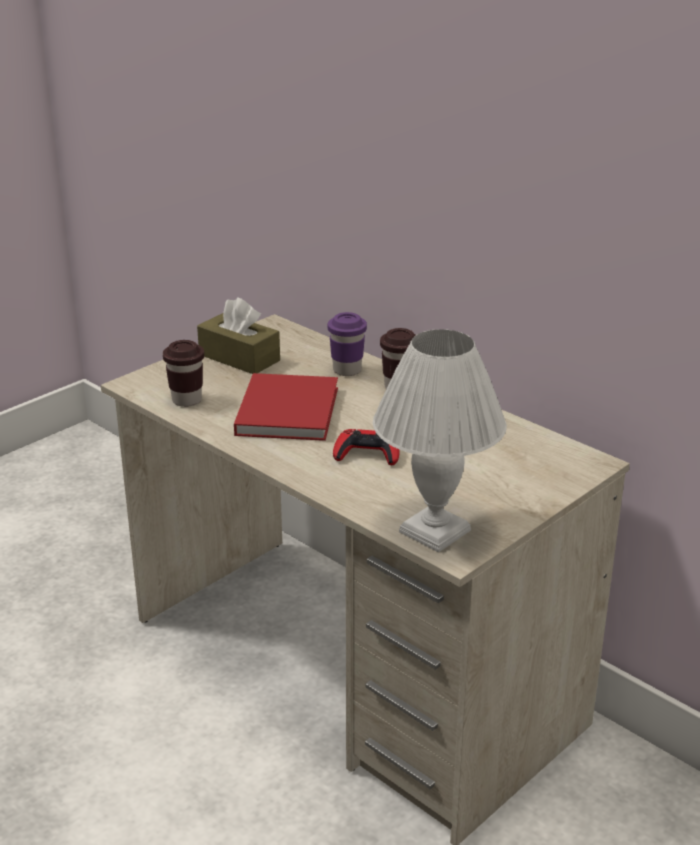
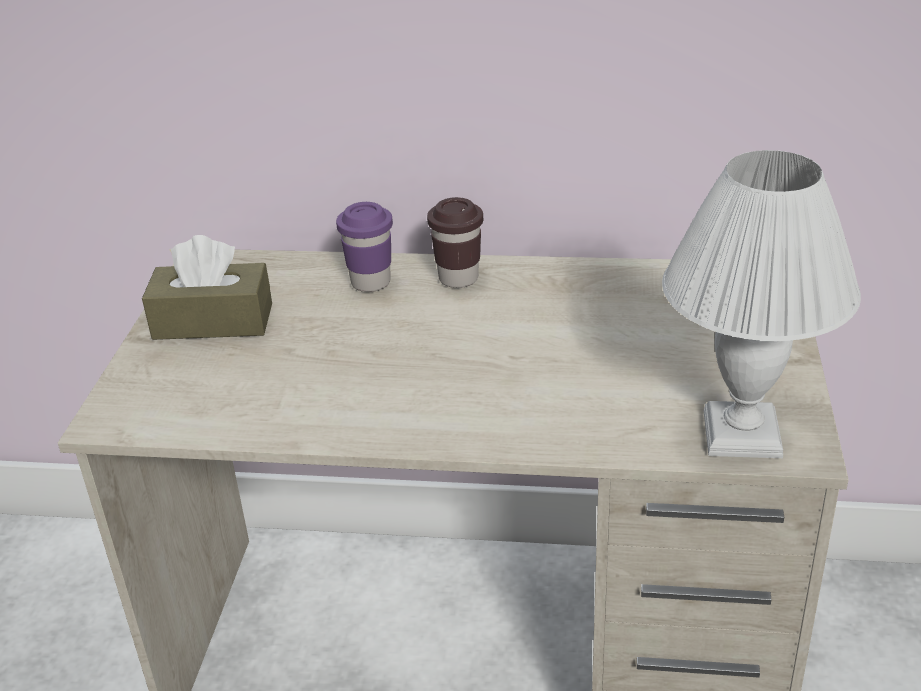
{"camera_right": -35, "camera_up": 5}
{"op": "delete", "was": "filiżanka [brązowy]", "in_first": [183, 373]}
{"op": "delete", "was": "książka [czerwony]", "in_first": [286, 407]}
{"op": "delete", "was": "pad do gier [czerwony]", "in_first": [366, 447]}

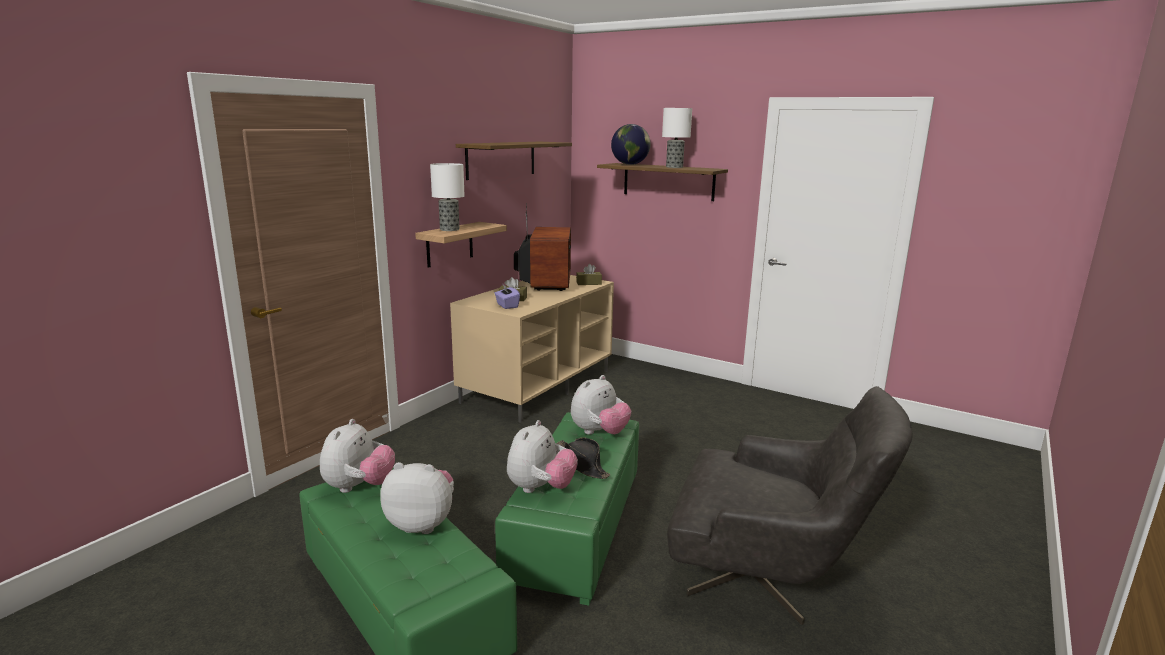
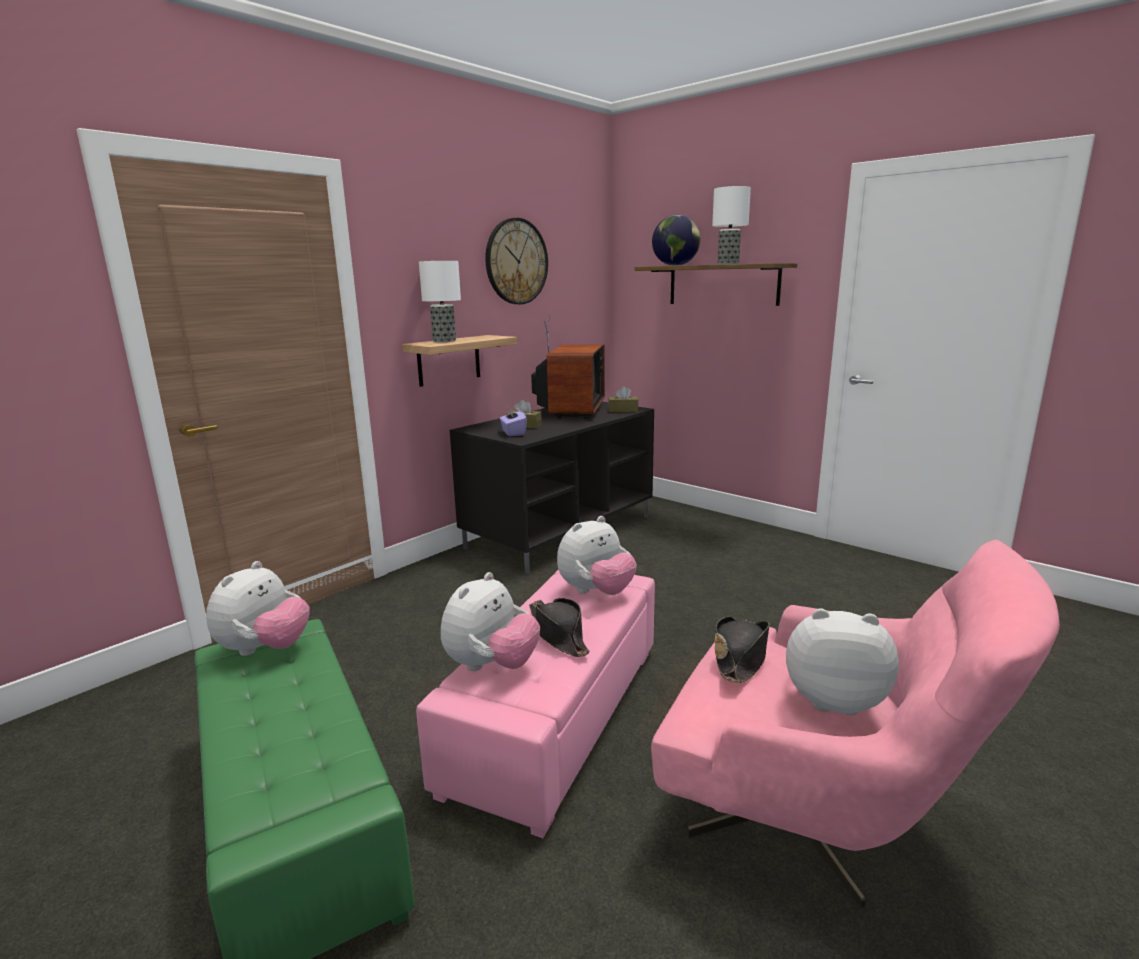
{"camera_right": 10, "camera_up": 0}
{"op": "insert", "now": "kapelusz [czarny]", "in_second": [742, 649]}
{"op": "move", "was": "pluszak", "in_first": [417, 498], "in_second": [842, 661]}
{"op": "replace", "was": "półka", "now": "zegar ścienny", "in_first": [514, 161], "in_second": [516, 261]}
{"op": "recolor", "was": "szafka pod telewizor [beżowy]", "now": "szafka pod telewizor [czarny]", "in_first": [532, 349], "in_second": [552, 488]}
{"op": "recolor", "was": "pufa [zielony]", "now": "pufa [różowy]", "in_first": [567, 509], "in_second": [535, 703]}
{"op": "recolor", "was": "fotel [szary]", "now": "fotel [różowy]", "in_first": [790, 505], "in_second": [855, 724]}

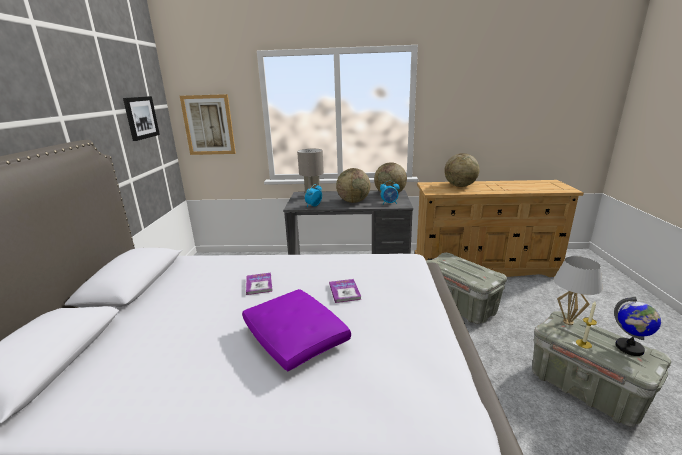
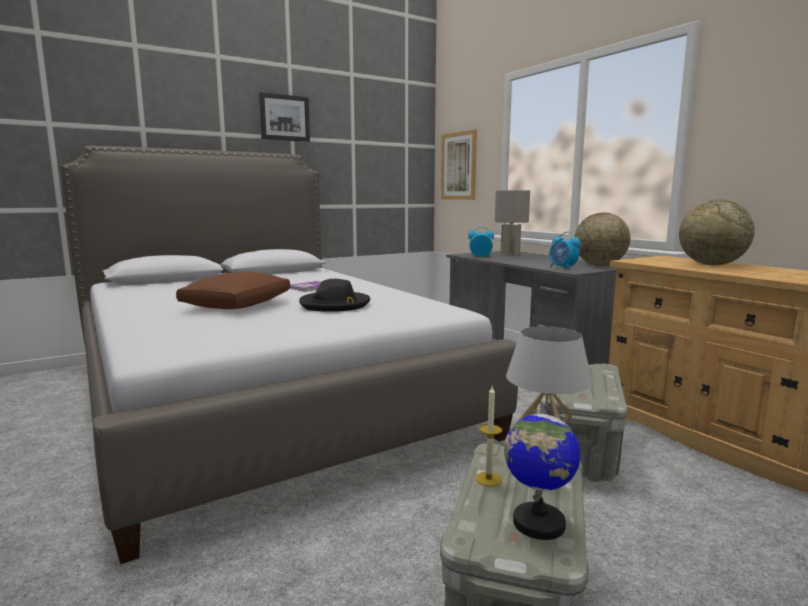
{"camera_right": 55, "camera_up": -10}
{"op": "delete", "was": "globus", "in_first": [353, 185]}
{"op": "move", "was": "obraz", "in_first": [141, 118], "in_second": [284, 117]}
{"op": "replace", "was": "książka", "now": "kapelusz [czarny]", "in_first": [345, 291], "in_second": [334, 295]}
{"op": "recolor", "was": "poduszka [fioletowy]", "now": "poduszka [brązowy]", "in_first": [296, 330], "in_second": [233, 290]}

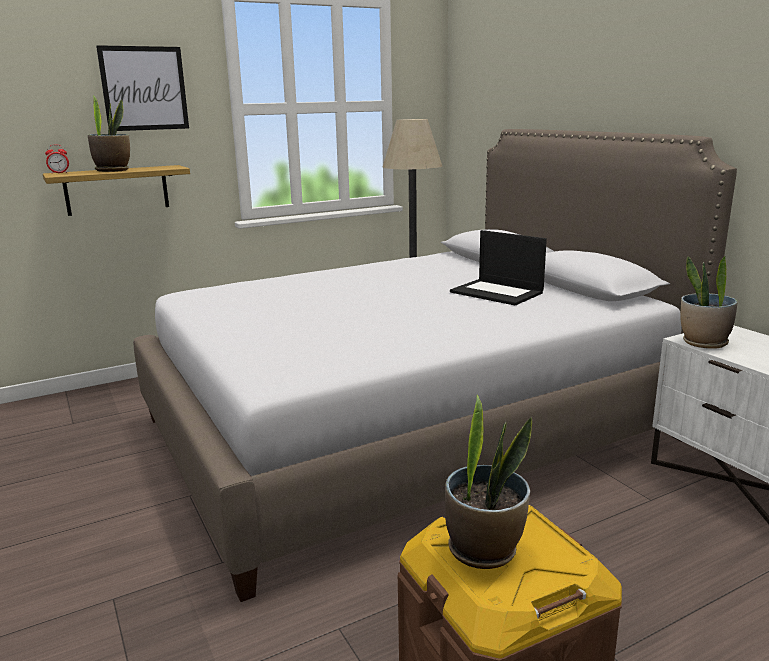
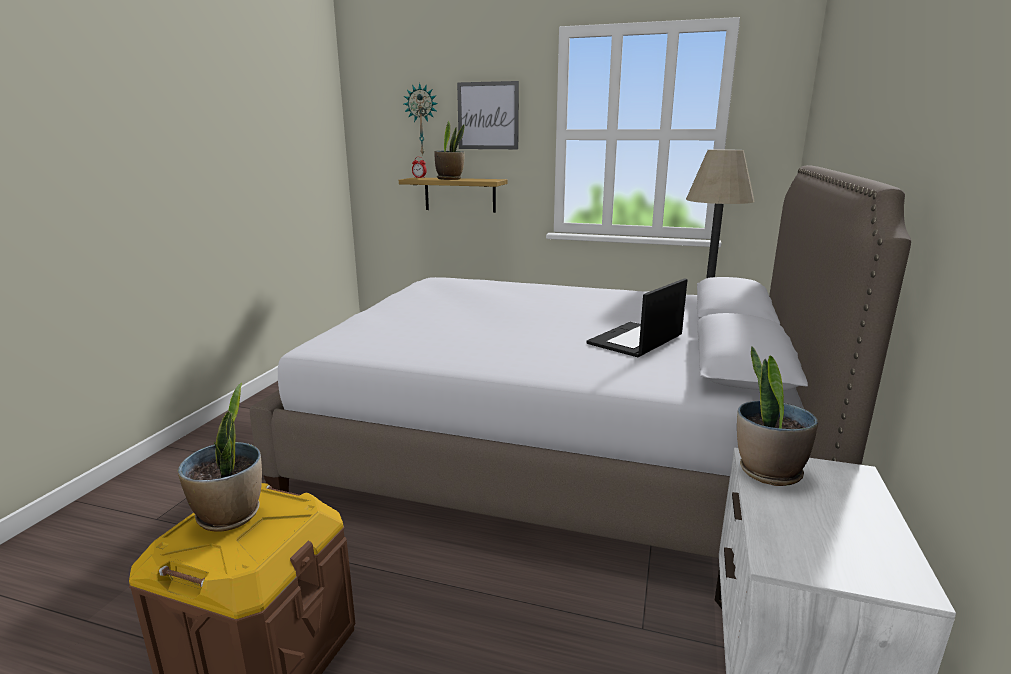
{"camera_right": 45, "camera_up": 0}
{"op": "insert", "now": "zegar ścienny", "in_second": [421, 119]}
{"op": "rotate", "was": "laptop", "in_first": [498, 268], "in_second": [637, 317], "clockwise": 45}

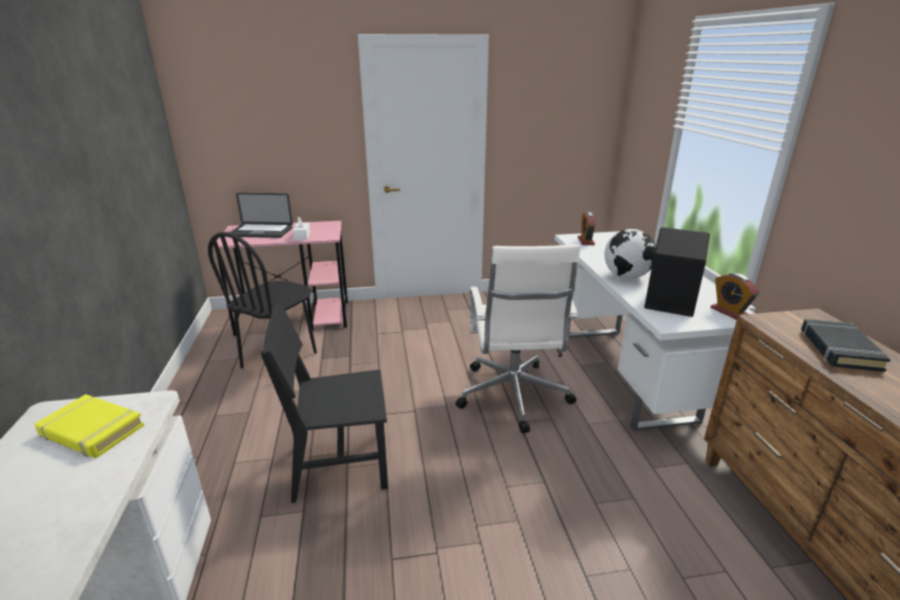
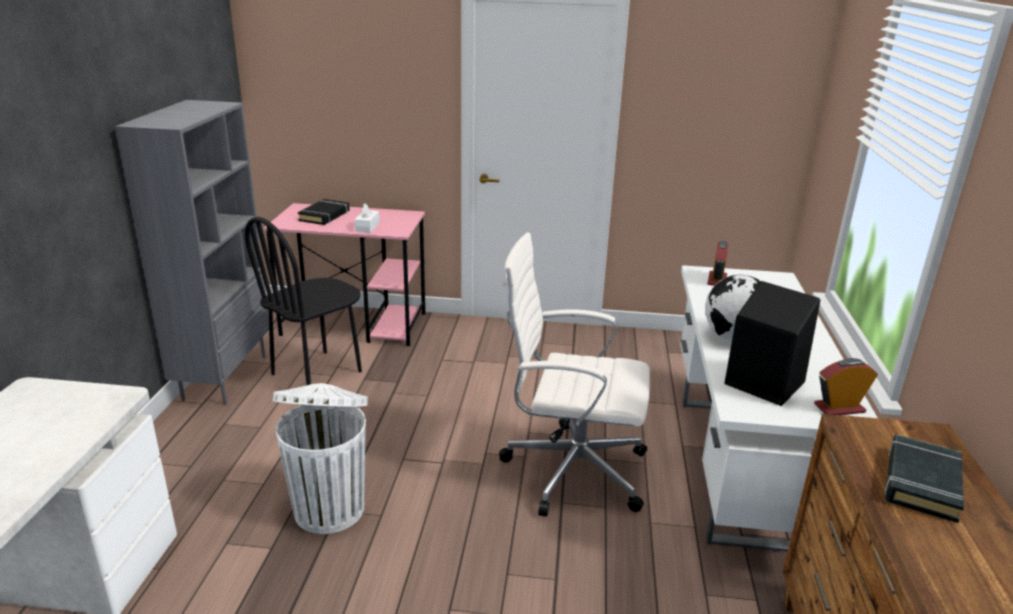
{"camera_right": 15, "camera_up": 0}
{"op": "delete", "was": "książka [żółty]", "in_first": [89, 426]}
{"op": "insert", "now": "regał [szary]", "in_second": [192, 252]}
{"op": "replace", "was": "laptop", "now": "książka [czarny]", "in_first": [261, 215], "in_second": [324, 212]}
{"op": "replace", "was": "krzesło [czarny]", "now": "kosz na śmieci [biały]", "in_first": [324, 403], "in_second": [320, 458]}
{"op": "rotate", "was": "krzesło biurowe [biały]", "in_first": [517, 338], "in_second": [574, 375], "clockwise": 90}
{"op": "rotate", "was": "budzik", "in_first": [735, 296], "in_second": [846, 386], "clockwise": 90}

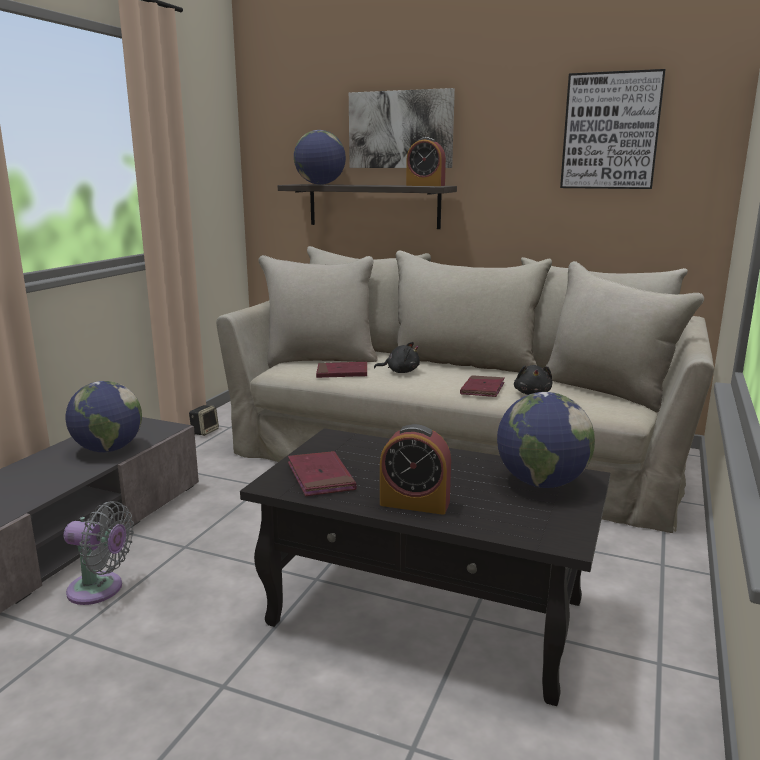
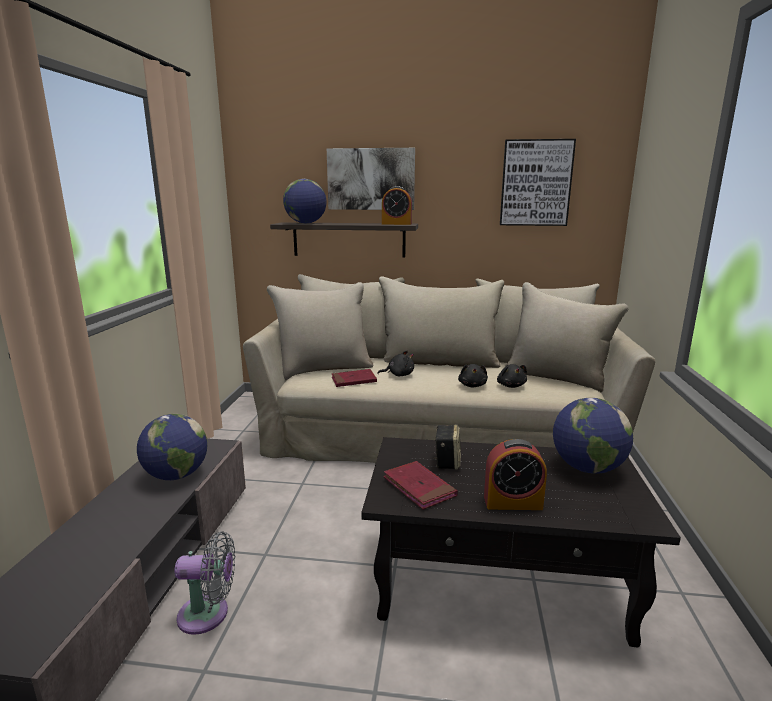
{"camera_right": -15, "camera_up": 0}
{"op": "move", "was": "głośnik", "in_first": [204, 420], "in_second": [447, 446]}
{"op": "replace", "was": "książka [czerwony]", "now": "pluszak [czarny]", "in_first": [482, 386], "in_second": [473, 375]}

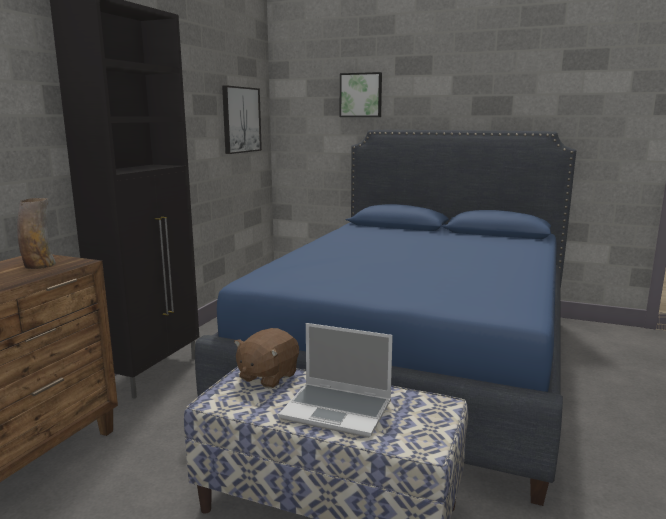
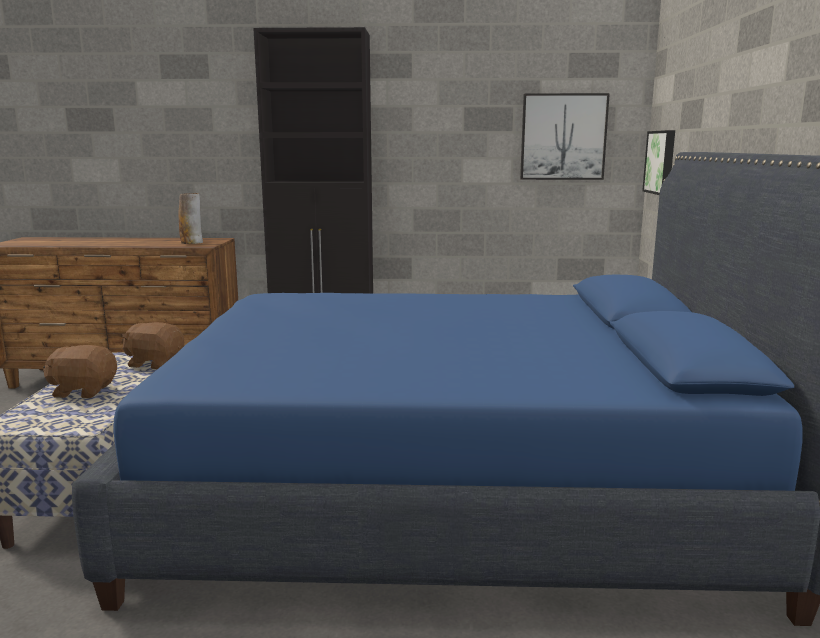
{"camera_right": 70, "camera_up": 0}
{"op": "move", "was": "obraz", "in_first": [361, 94], "in_second": [658, 162]}
{"op": "replace", "was": "laptop", "now": "pluszak [brązowy]", "in_first": [335, 380], "in_second": [80, 371]}

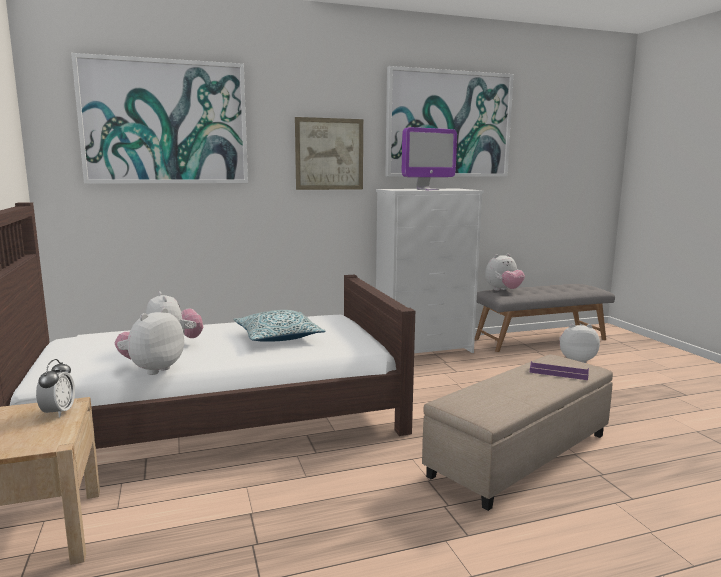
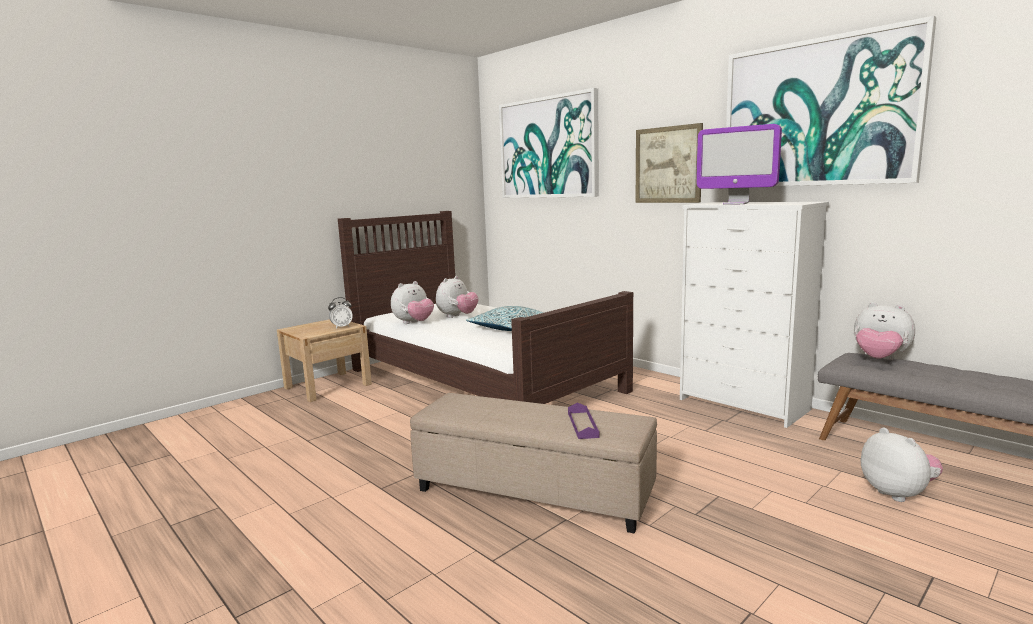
{"camera_right": 65, "camera_up": 0}
{"op": "rotate", "was": "pluszak", "in_first": [149, 341], "in_second": [412, 302], "clockwise": 135}

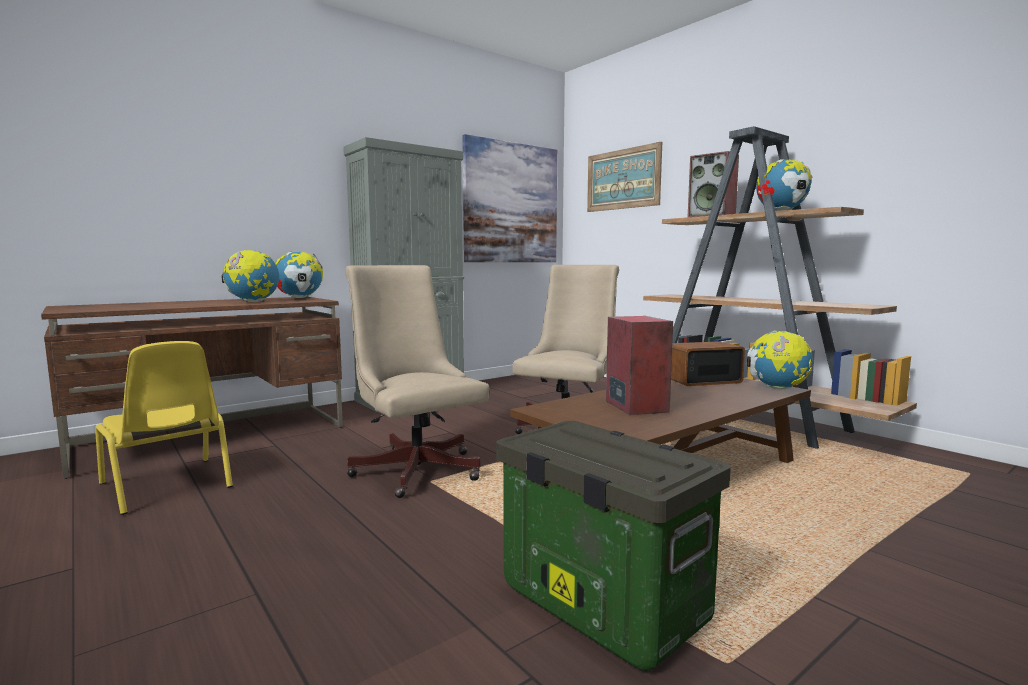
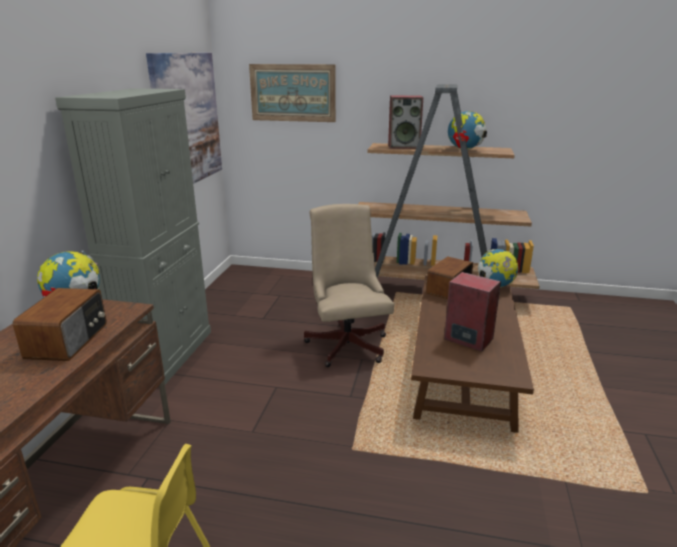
{"camera_right": -40, "camera_up": 15}
{"op": "delete", "was": "krzesło biurowe [beżowy]", "in_first": [417, 381]}
{"op": "delete", "was": "pojemnik do przechowywania", "in_first": [613, 546]}
{"op": "replace", "was": "globus", "now": "radio", "in_first": [250, 276], "in_second": [60, 324]}

